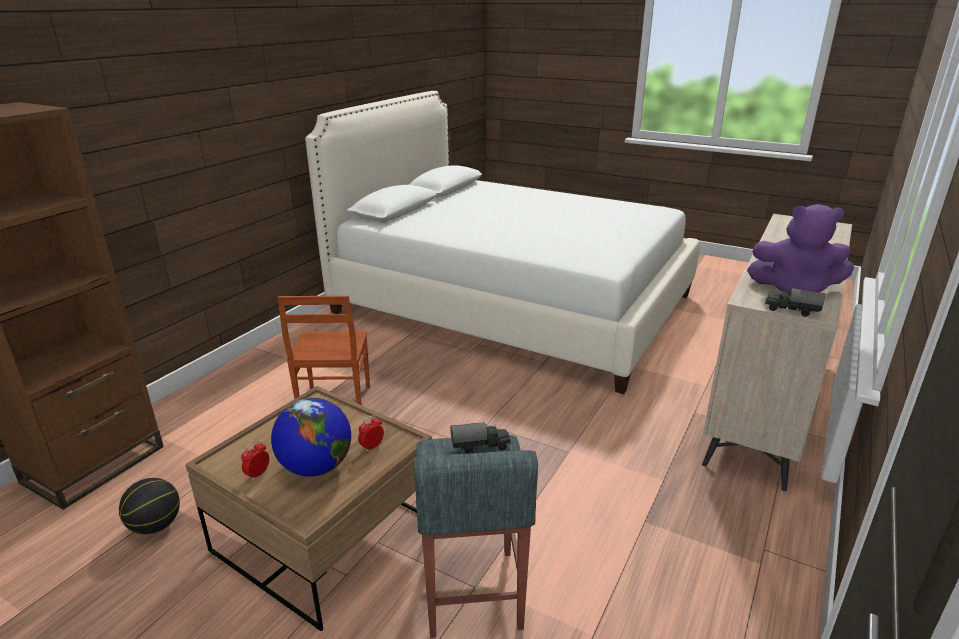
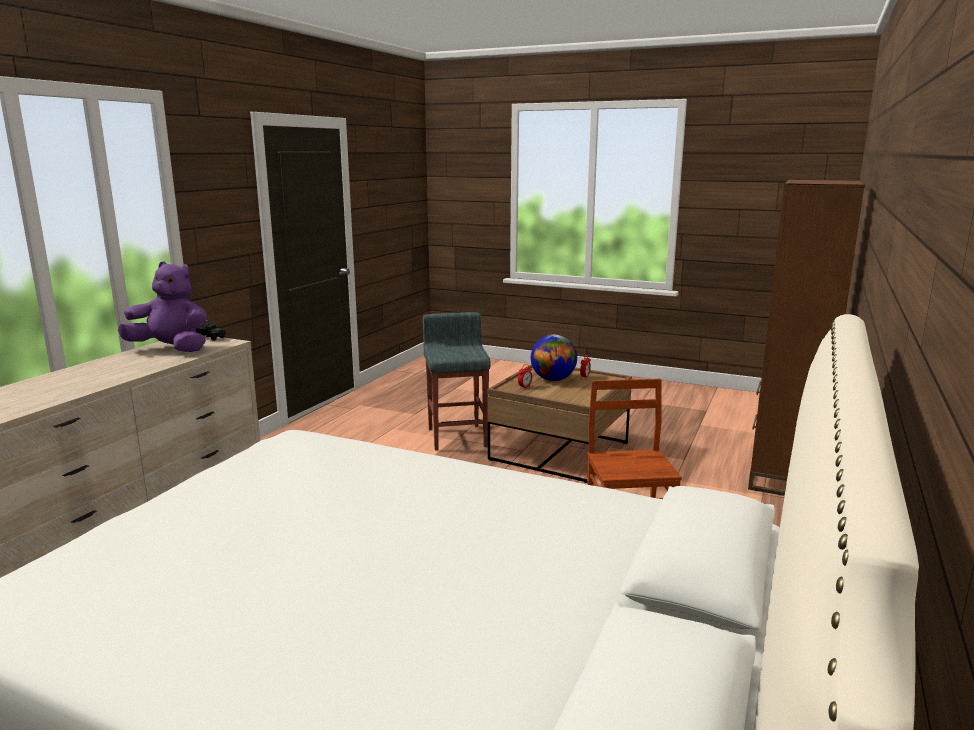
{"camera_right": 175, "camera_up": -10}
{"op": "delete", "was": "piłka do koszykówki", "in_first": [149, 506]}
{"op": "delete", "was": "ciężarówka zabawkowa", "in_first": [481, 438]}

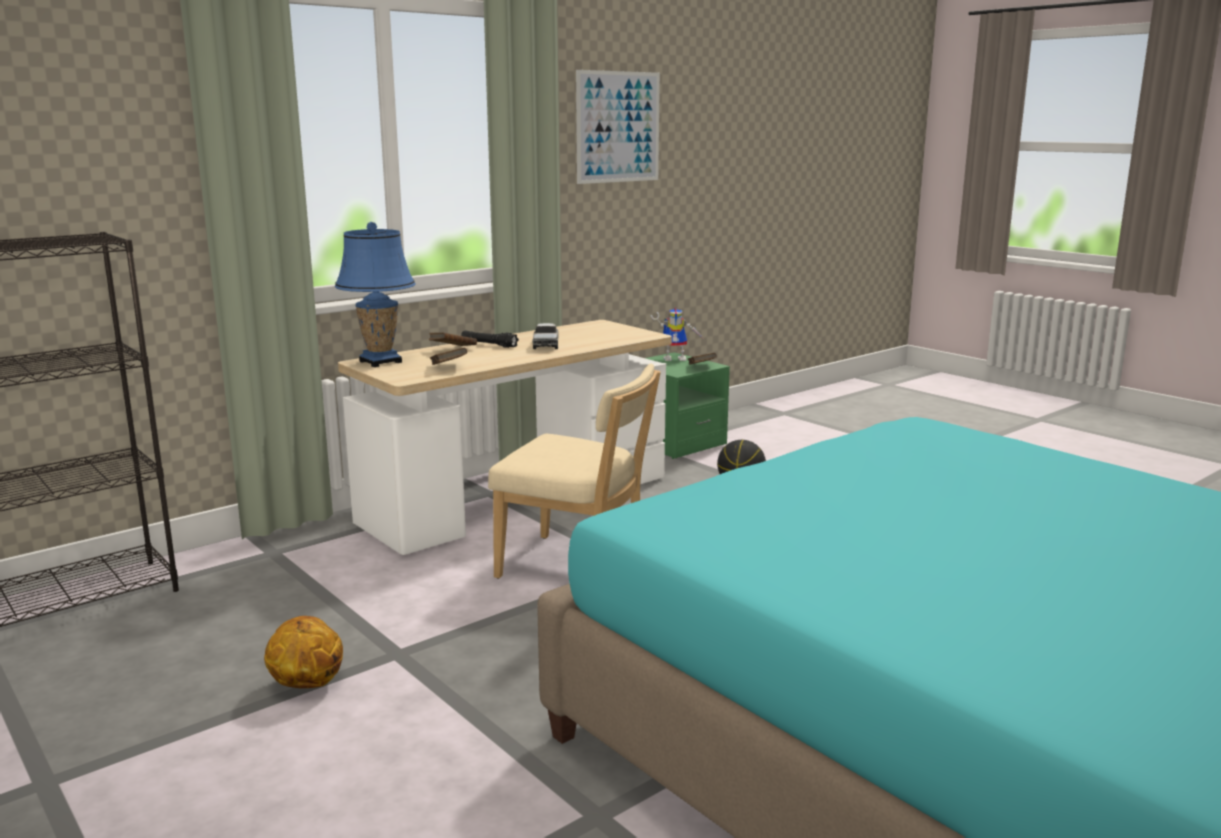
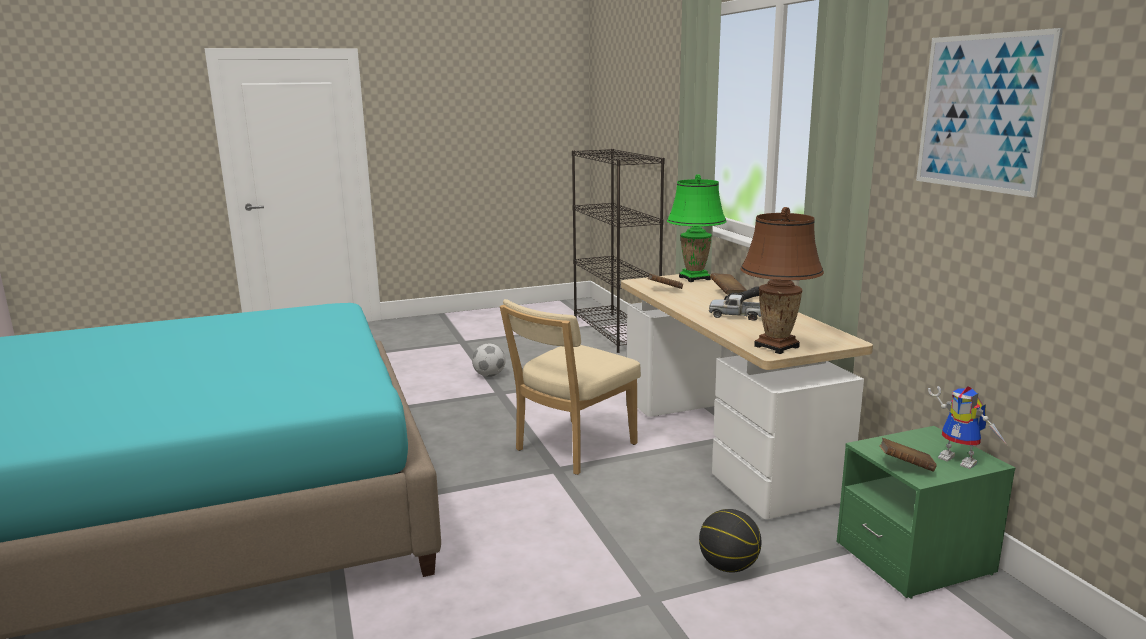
{"camera_right": 110, "camera_up": 0}
{"op": "insert", "now": "lampa stołowa [brązowy]", "in_second": [782, 280]}
{"op": "replace", "was": "piłka do koszykówki", "now": "piłka futbolowa", "in_first": [303, 652], "in_second": [489, 360]}
{"op": "recolor", "was": "lampa stołowa [niebieski]", "now": "lampa stołowa [zielony]", "in_first": [375, 294], "in_second": [697, 228]}
{"op": "rotate", "was": "robot zabawkowy", "in_first": [677, 334], "in_second": [968, 427], "clockwise": -60}

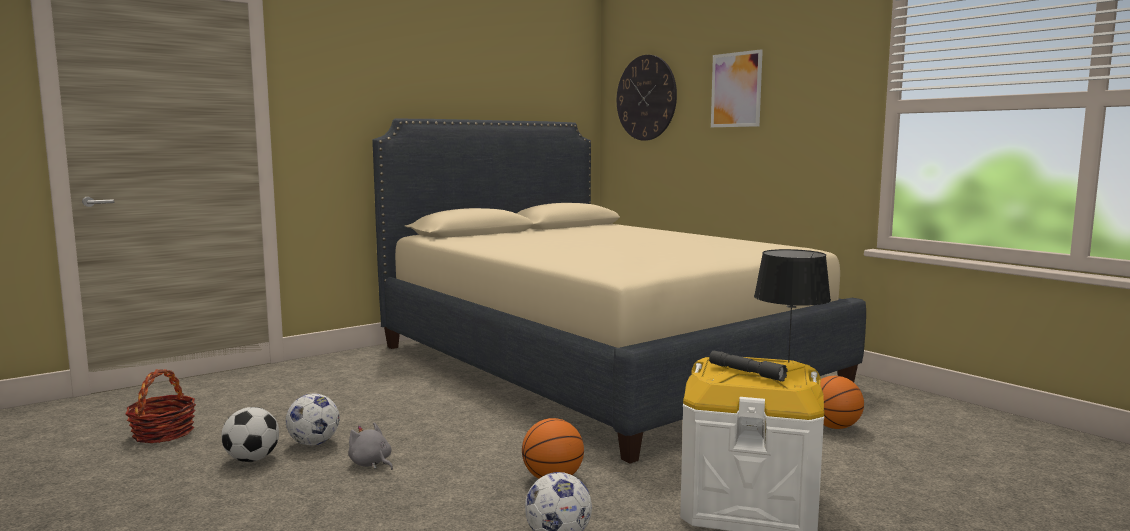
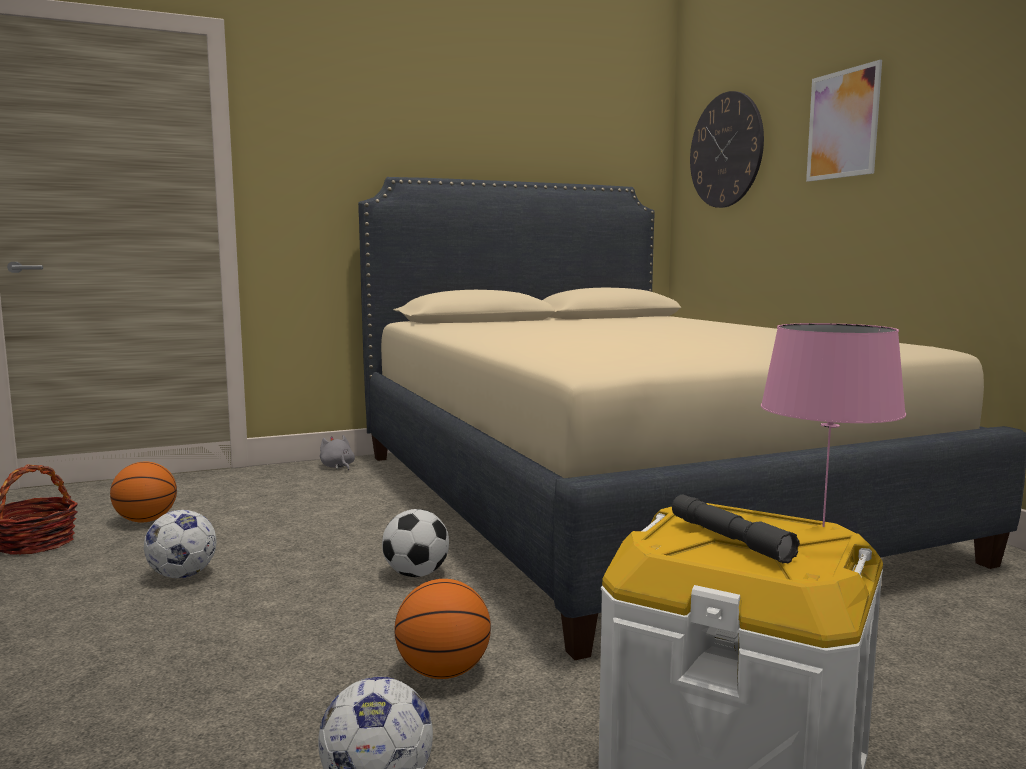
{"camera_right": 15, "camera_up": 0}
{"op": "move", "was": "piłka futbolowa", "in_first": [250, 434], "in_second": [415, 543]}
{"op": "move", "was": "pluszak [szary]", "in_first": [370, 446], "in_second": [337, 452]}
{"op": "move", "was": "piłka do koszykówki", "in_first": [842, 402], "in_second": [143, 492]}
{"op": "recolor", "was": "lampa stołowa [czarny]", "now": "lampa stołowa [różowy]", "in_first": [792, 306], "in_second": [833, 425]}

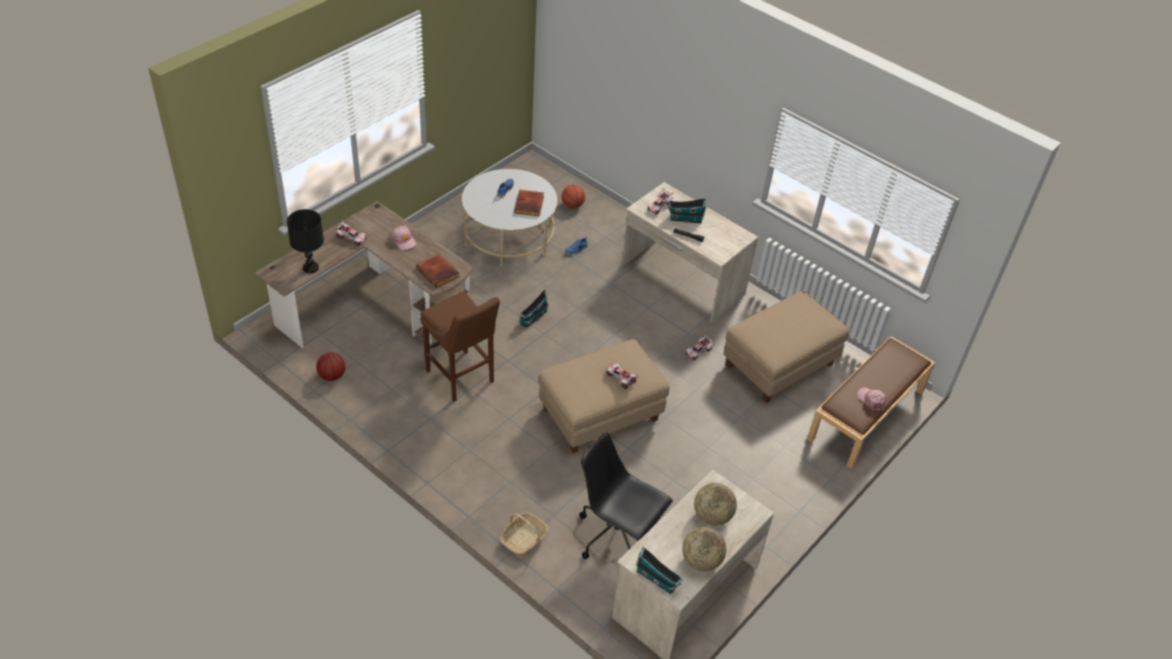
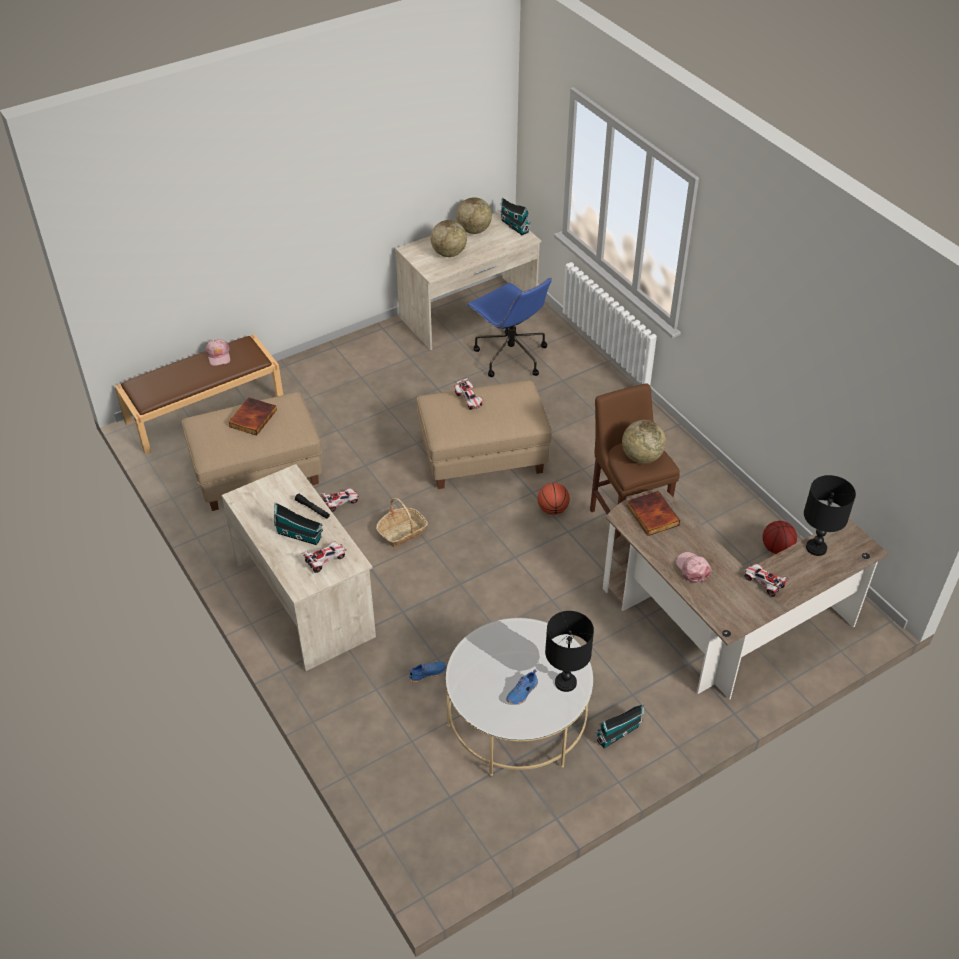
{"camera_right": -160, "camera_up": 0}
{"op": "insert", "now": "lampa stołowa [czarny]", "in_second": [569, 651]}
{"op": "insert", "now": "globus", "in_second": [644, 442]}
{"op": "move", "was": "koszyk", "in_first": [524, 534], "in_second": [402, 522]}
{"op": "move", "was": "książka", "in_first": [529, 203], "in_second": [252, 416]}
{"op": "move", "was": "domek", "in_first": [534, 308], "in_second": [620, 725]}
{"op": "move", "was": "piłka do koszykówki", "in_first": [573, 197], "in_second": [553, 499]}
{"op": "recolor", "was": "krzesło biurowe [czarny]", "now": "krzesło biurowe [niebieski]", "in_first": [626, 495], "in_second": [509, 327]}

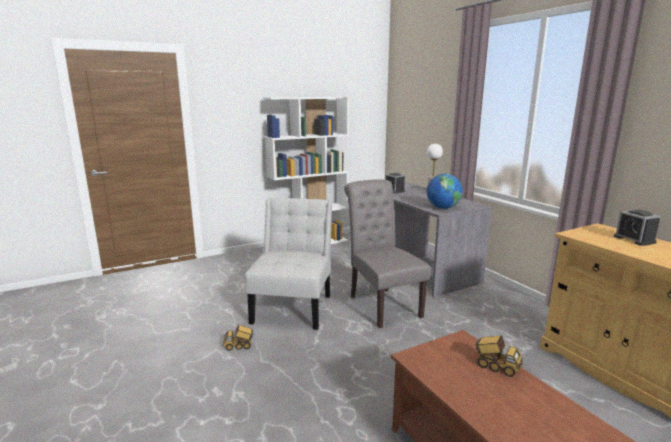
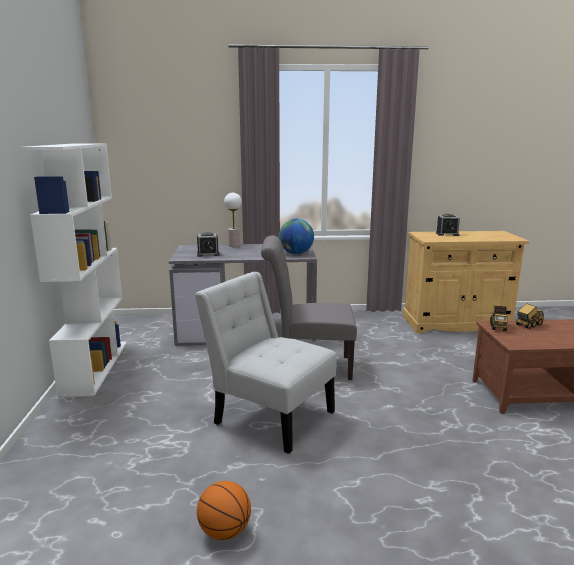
{"camera_right": -65, "camera_up": 0}
{"op": "insert", "now": "piłka do koszykówki", "in_second": [224, 510]}
{"op": "move", "was": "ciężarówka zabawkowa", "in_first": [238, 338], "in_second": [499, 318]}

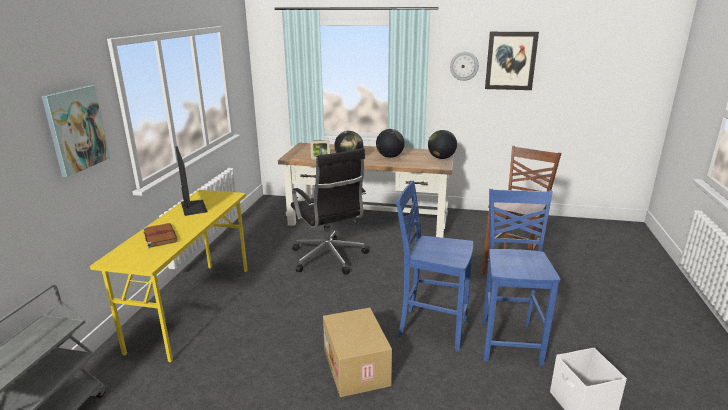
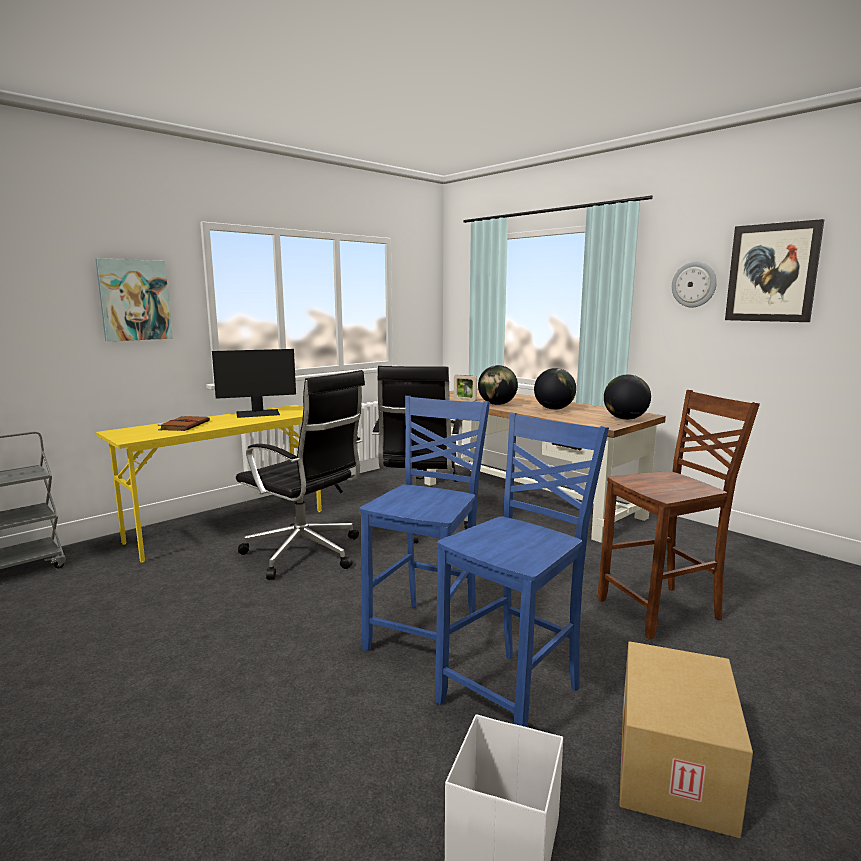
{"camera_right": 35, "camera_up": -10}
{"op": "insert", "now": "krzesło biurowe [czarny]", "in_second": [300, 475]}
{"op": "move", "was": "karton", "in_first": [357, 352], "in_second": [686, 739]}
{"op": "rotate", "was": "monitor", "in_first": [192, 181], "in_second": [254, 383], "clockwise": 60}
{"op": "rotate", "was": "krzesło [niebieski]", "in_first": [434, 266], "in_second": [424, 523], "clockwise": 60}

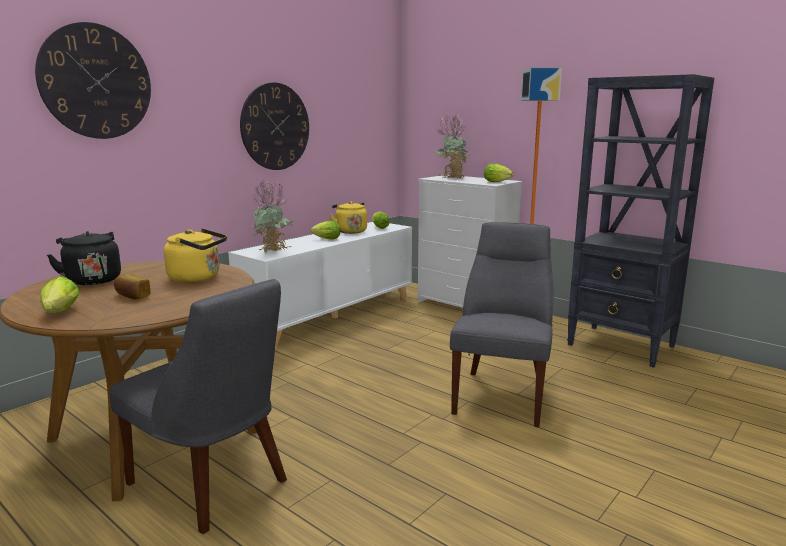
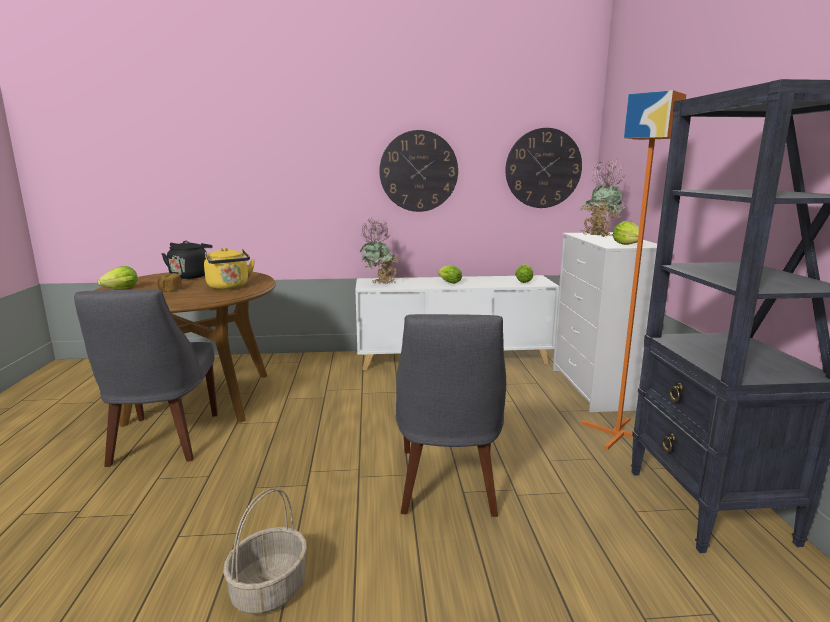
{"camera_right": 45, "camera_up": 0}
{"op": "delete", "was": "czajnik [żółty]", "in_first": [348, 217]}
{"op": "insert", "now": "koszyk", "in_second": [265, 551]}
{"op": "move", "was": "zegar ścienny", "in_first": [93, 80], "in_second": [543, 168]}
{"op": "rotate", "was": "krzesło [szary]", "in_first": [501, 324], "in_second": [451, 415], "clockwise": 120}

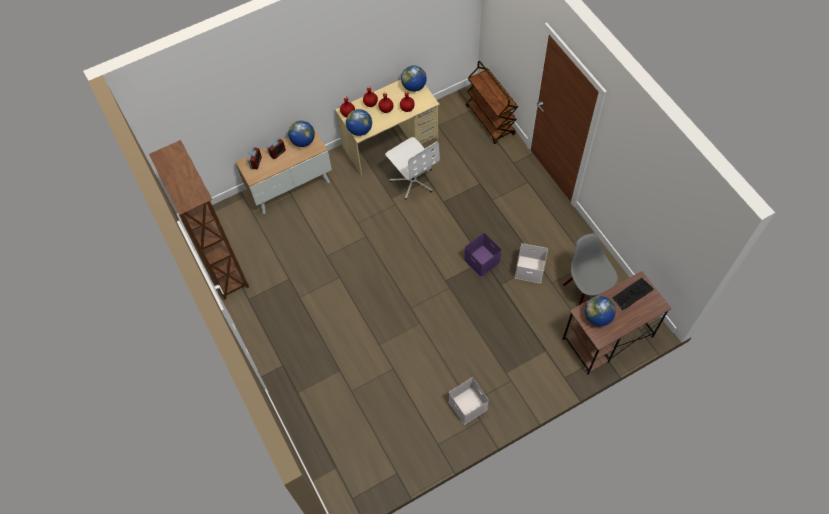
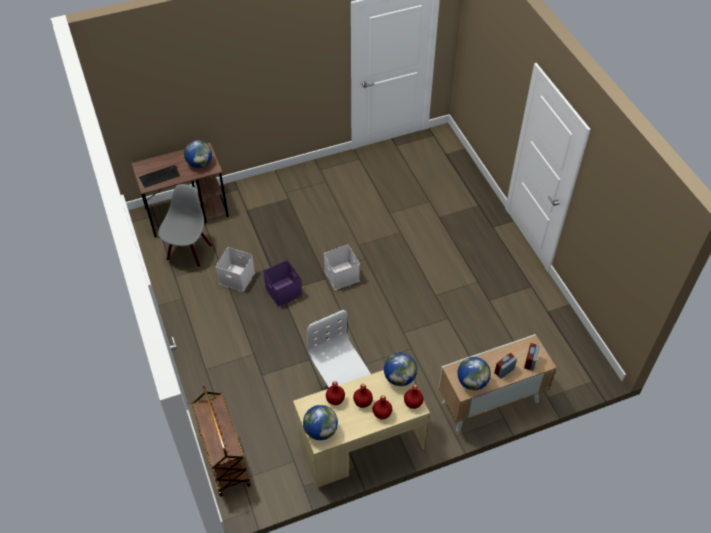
{"camera_right": -175, "camera_up": -10}
{"op": "delete", "was": "regał [brązowy]", "in_first": [199, 220]}
{"op": "move", "was": "pojemnik do przechowywania [biały]", "in_first": [469, 401], "in_second": [342, 267]}
{"op": "rotate", "was": "krzesło [szary]", "in_first": [590, 269], "in_second": [185, 226], "clockwise": -150}

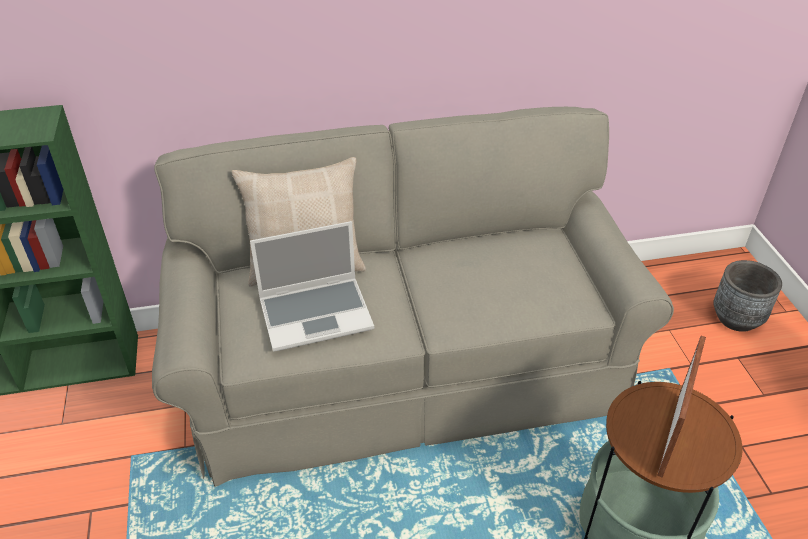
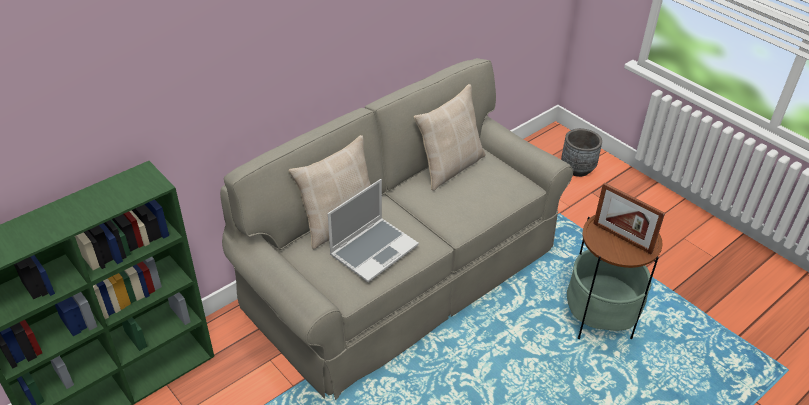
{"camera_right": -30, "camera_up": 0}
{"op": "insert", "now": "poduszka [beżowy]", "in_second": [450, 137]}
{"op": "rotate", "was": "ramka na zdjęcie", "in_first": [681, 406], "in_second": [629, 218], "clockwise": 135}

